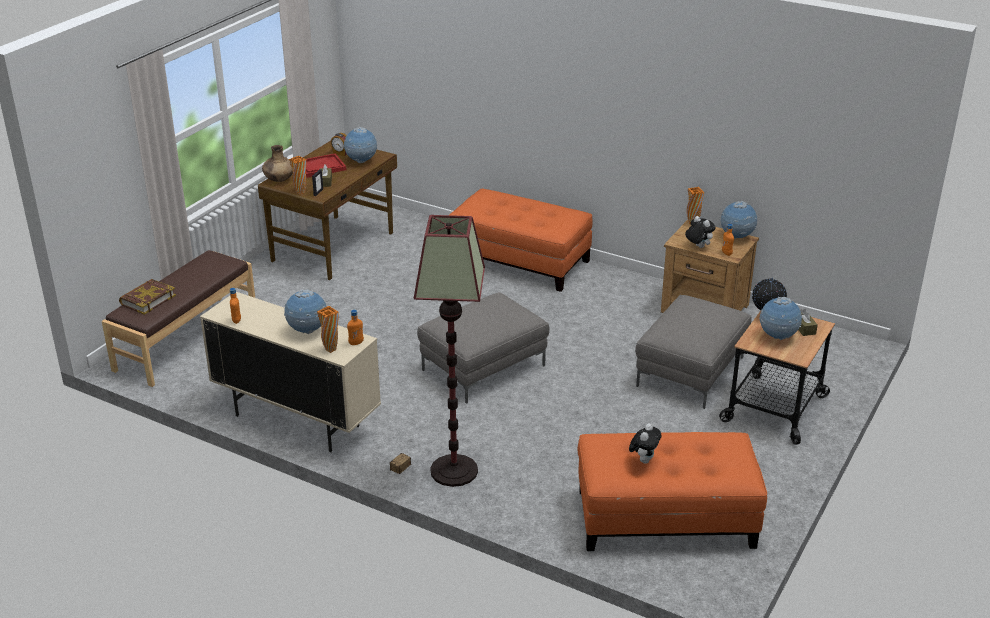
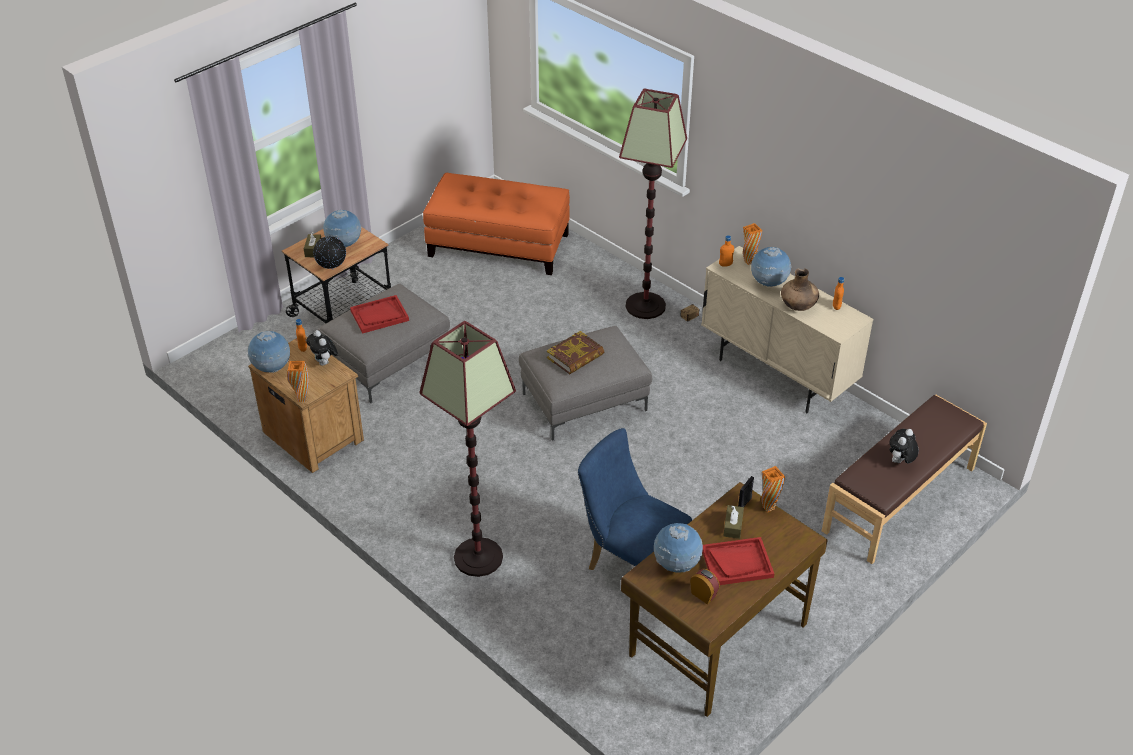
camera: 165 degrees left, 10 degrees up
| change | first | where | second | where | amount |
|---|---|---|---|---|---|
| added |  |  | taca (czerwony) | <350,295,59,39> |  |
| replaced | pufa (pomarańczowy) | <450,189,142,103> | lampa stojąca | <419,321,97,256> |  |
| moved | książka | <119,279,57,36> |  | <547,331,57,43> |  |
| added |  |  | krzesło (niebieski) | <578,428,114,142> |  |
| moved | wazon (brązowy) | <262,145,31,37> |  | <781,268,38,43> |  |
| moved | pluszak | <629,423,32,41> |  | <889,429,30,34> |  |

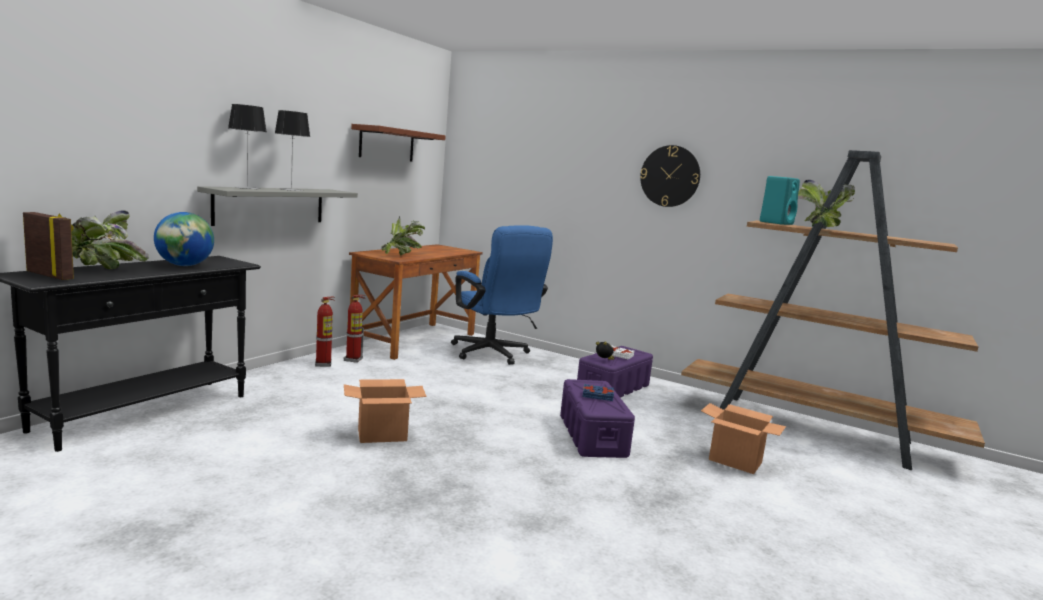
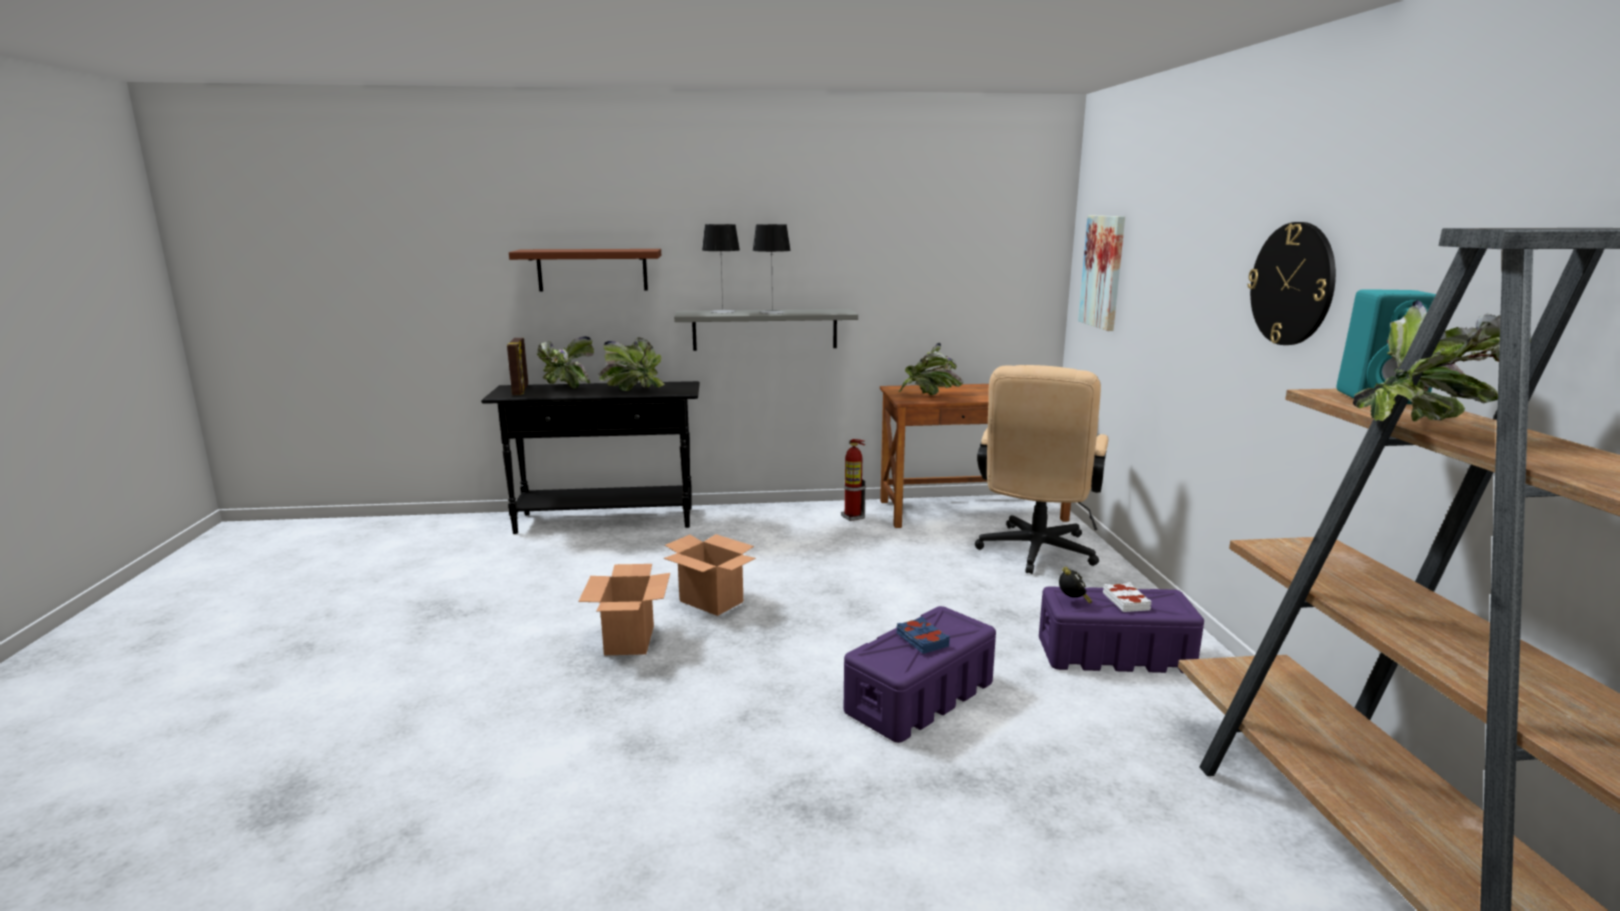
camera: 55 degrees right, 5 degrees up
| change | first | where | second | where | amount |
|---|---|---|---|---|---|
| moved | półka (brązowy) | <351,124,94,38> |  | <509,249,152,43> |  |
| moved | karton | <701,403,85,71> |  | <578,564,92,91> |  |
| replaced | globus | <154,212,60,54> | roślina doniczkowa | <598,337,66,54> |  |
| recoloured | krzesło biurowe (niebieski) | <451,225,102,140> | krzesło biurowe (beżowy) | <975,365,133,209> |  |
| added |  |  | obraz | <1078,215,47,116> |  |
| removed | gaśnica | <315,297,20,70> |  |  |  |

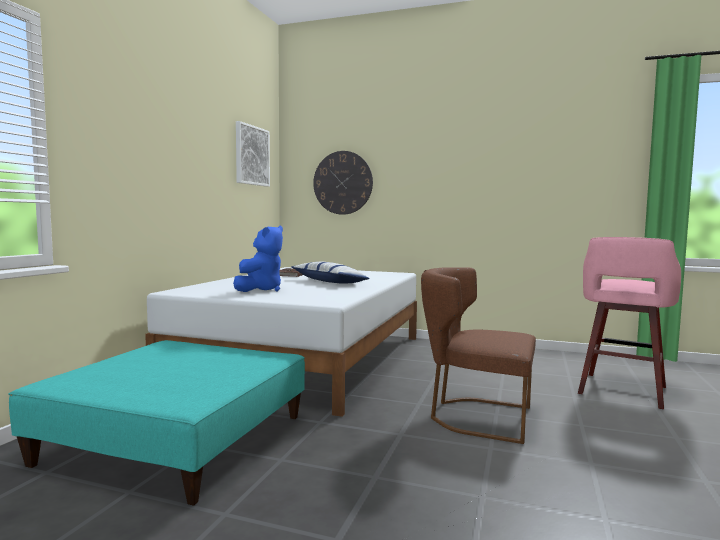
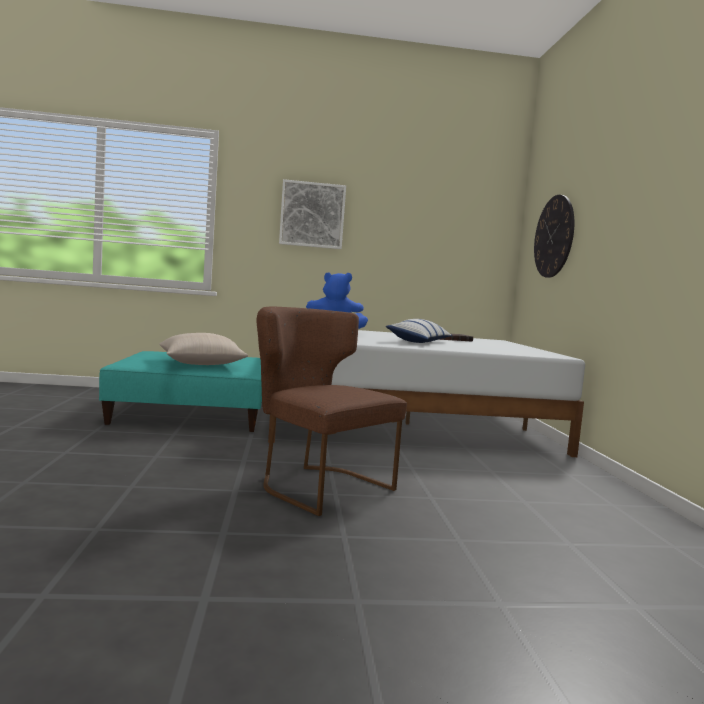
camera: 65 degrees right, 0 degrees up
| change | first | where | second | where | amount |
|---|---|---|---|---|---|
| added |  |  | poduszka (beżowy) | <159,333,89,32> |  |
| turned | krzesło (brązowy) | <421,267,115,177> |  | <257,307,150,209> | 45 degrees counterclockwise |
| moved | obraz | <236,121,34,66> |  | <279,179,67,70> |  |
| removed | stołek (różowy) | <578,237,103,172> |  |  |  |

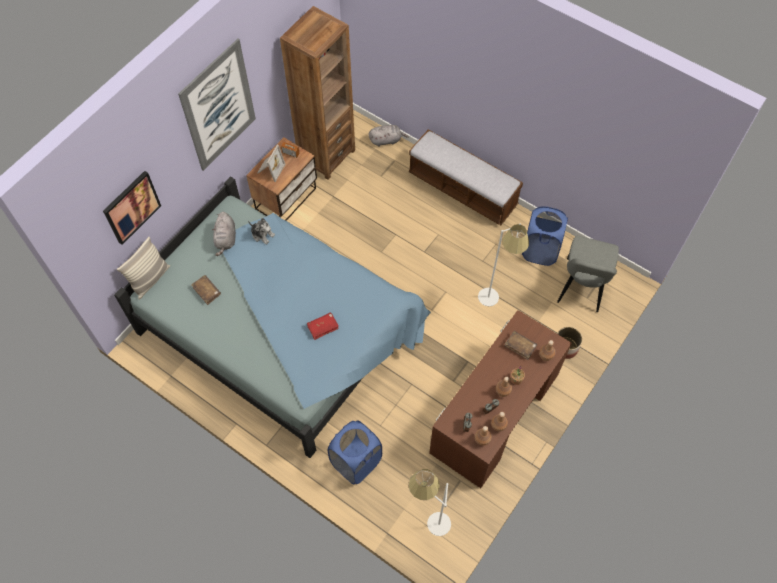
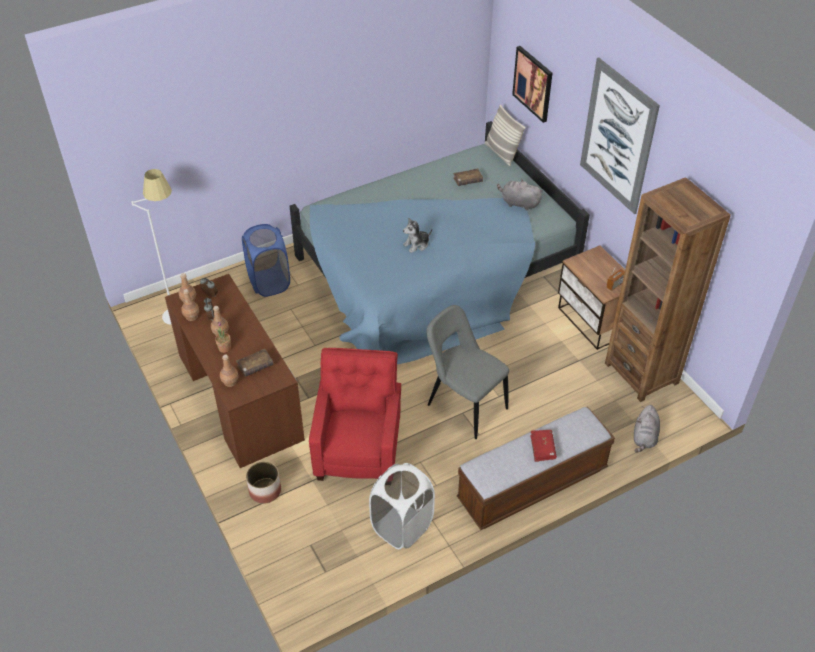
camera: 115 degrees right, 15 degrees down
| change | first | where | second | where | amount |
|---|---|---|---|---|---|
| replaced | lampa stojąca (biały) | <478,223,51,83> | fotel (czerwony) | <309,348,92,133> |  |
| recoloured | kosz na pranie (niebieski) | <522,206,46,60> | kosz na pranie (biały) | <369,463,66,86> |  |
| moved | pluszak | <248,218,27,26> |  | <403,217,29,36> |  |
| moved | krzesło (szary) | <557,236,62,76> |  | <426,305,83,134> |  |
| moved | książka (czerwony) | <307,312,32,28> |  | <530,430,27,32> |  |
| removed | ramka na zdjęcie | <257,145,28,37> |  |  |  |

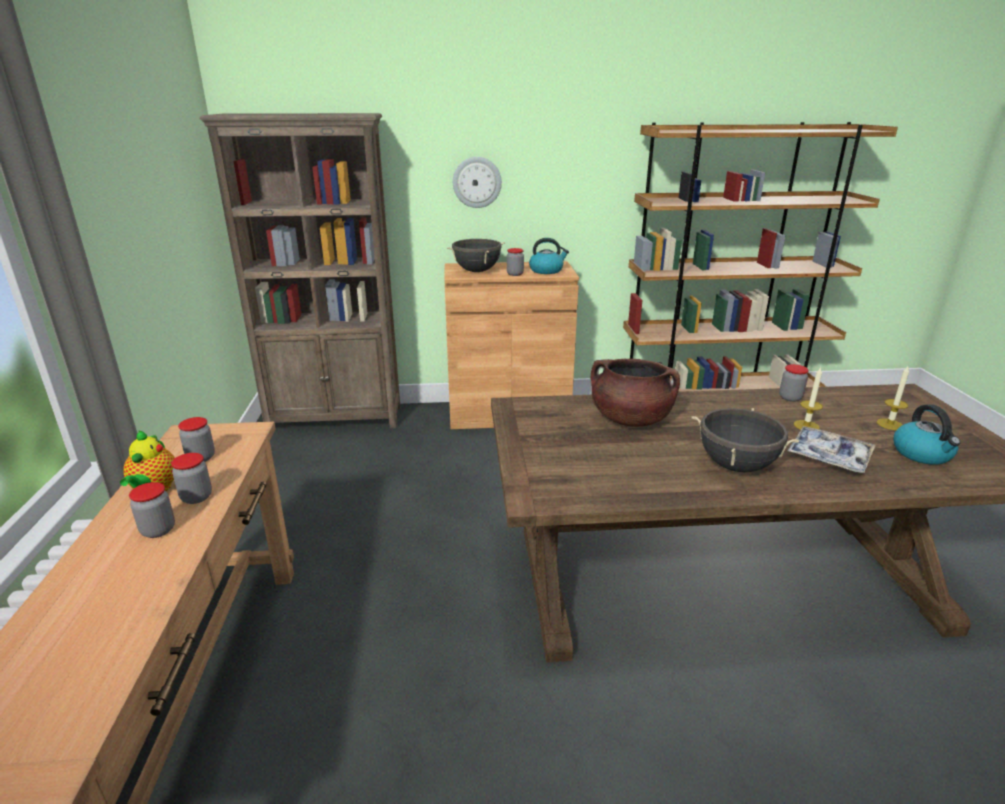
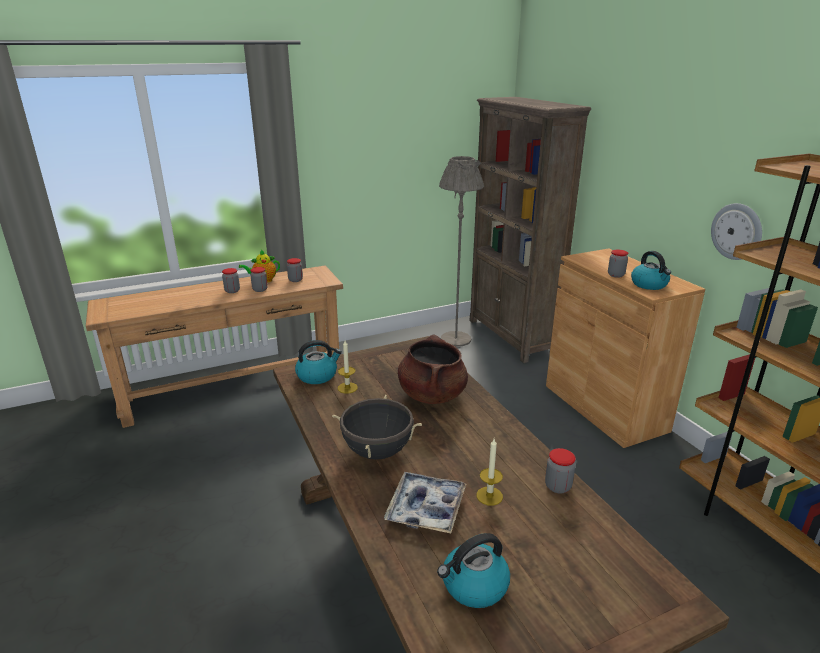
camera: 70 degrees right, 0 degrees up
| change | first | where | second | where | amount |
|---|---|---|---|---|---|
| added |  |  | czajnik | <295,340,47,44> |  |
| moved | świeca | <877,366,32,64> |  | <337,341,21,53> |  |
| added |  |  | lampa stojąca (szary) | <439,156,45,191> |  |
| moved | zegar ścienny | <453,157,49,51> |  | <711,203,51,57> |  |
| removed | garnek (czarny) | <447,239,58,33> |  |  |  |

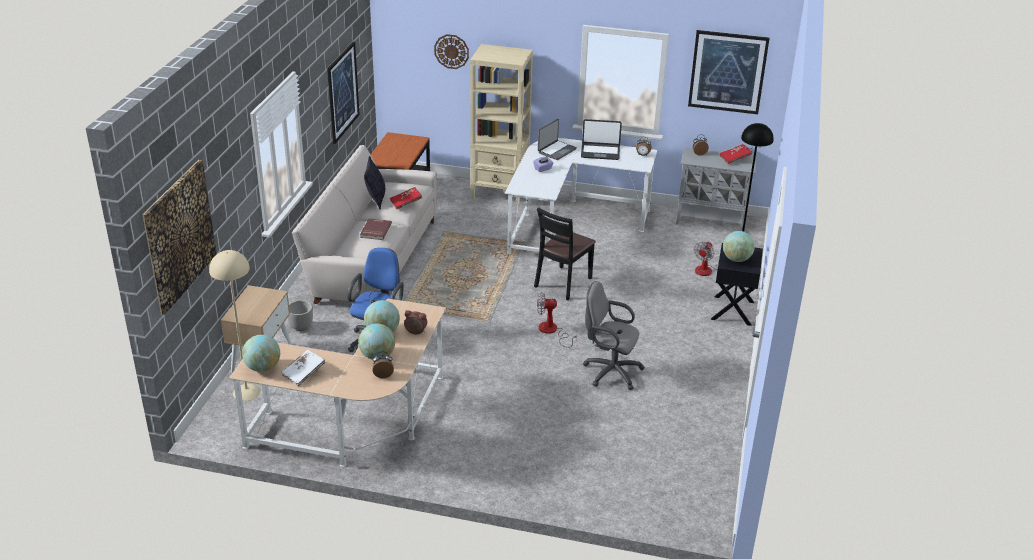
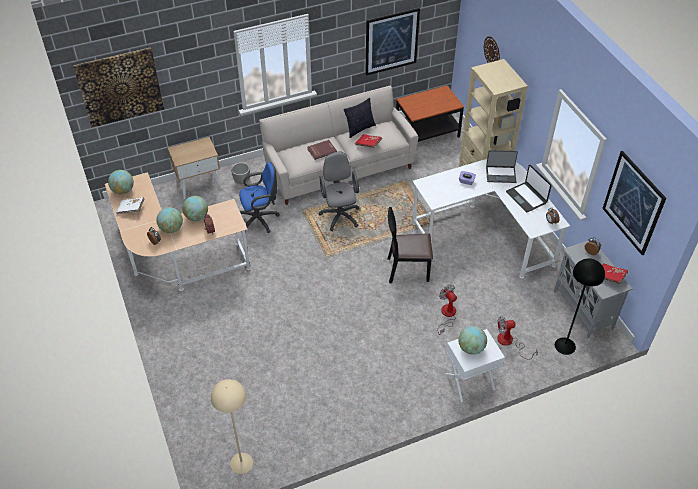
camera: 55 degrees right, 15 degrees up
| change | first | where | second | where | amount |
|---|---|---|---|---|---|
| moved | lampa stojąca (beżowy) | <209,250,52,151> |  | <211,379,42,95> |  |
| moved | krzesło biurowe (szary) | <583,281,62,109> |  | <319,152,40,79> |  |
| moved | wentylator | <537,292,40,56> |  | <437,284,20,51> |  |
| recoloured | szafka nocna (czarny) | <711,243,52,83> | szafka nocna (biały) | <445,329,60,73> |  |

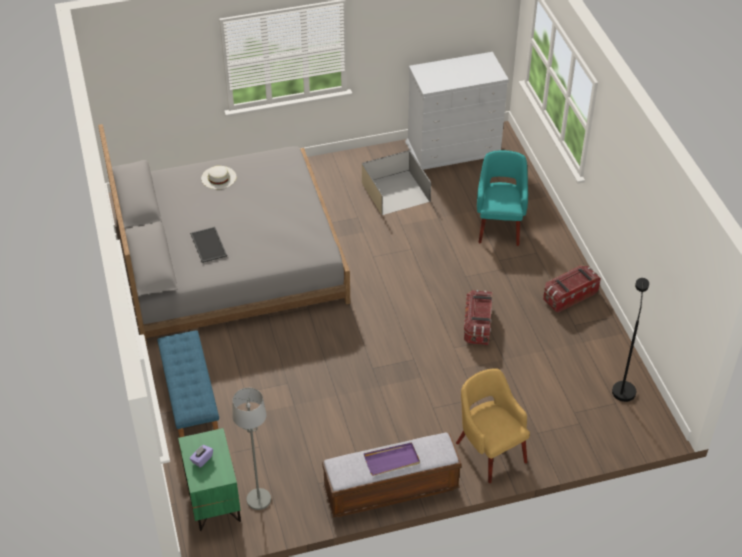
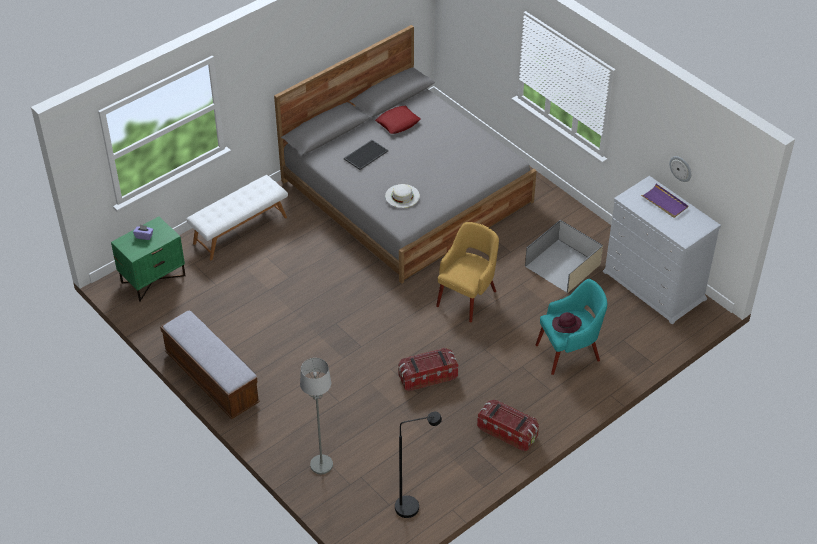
camera: 65 degrees right, 0 degrees up
| change | first | where | second | where | amount |
|---|---|---|---|---|---|
| recoloured | ławka (niebieski) | <157,330,62,107> | ławka (biały) | <186,175,102,85> |  |
| moved | lampa stojąca (szary) | <232,388,39,122> |  | <300,358,33,116> |  |
| added |  |  | poduszka (czerwony) | <375,106,46,28> |  |
| moved | kapelusz (biały) | <201,166,35,23> |  | <385,184,35,24> |  |
| moved | fotel (żółty) | <456,368,74,115> |  | <436,222,63,101> |  |
| added |  |  | kapelusz (fioletowy) | <552,312,30,21> |  |
| moved | taca (fioletowy) | <364,442,56,34> |  | <641,184,47,34> |  |
| added |  |  | zegar ścienny | <669,156,22,26> |  |

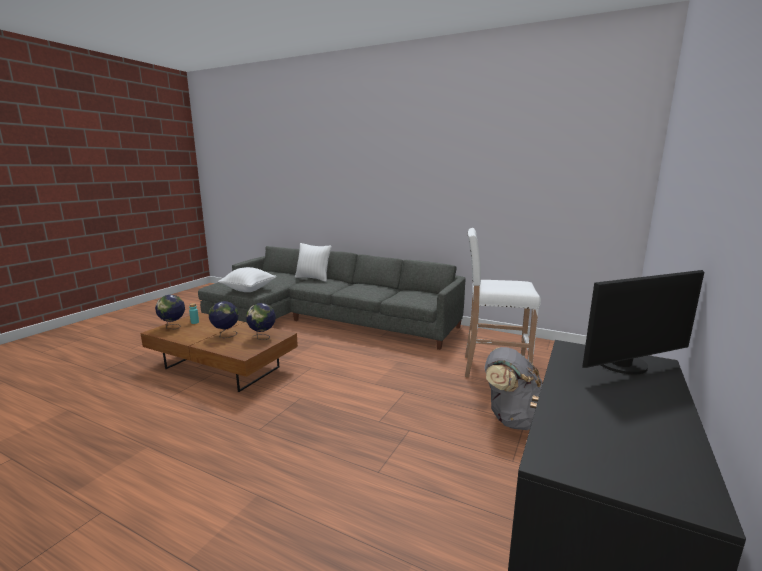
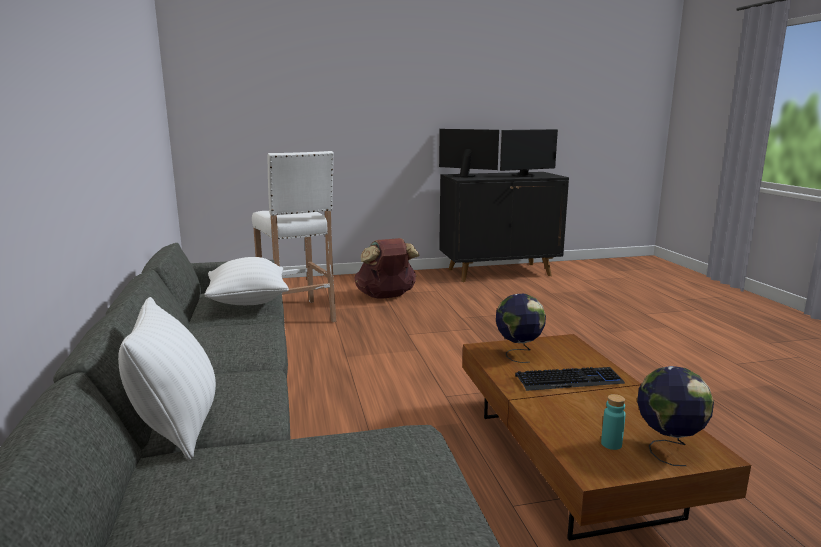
camera: 130 degrees left, 0 degrees up
| change | first | where | second | where | amount |
|---|---|---|---|---|---|
| moved | poduszka (biały) | <218,267,58,25> |  | <204,257,85,48> |  |
| recoloured | plecak (szary) | <484,347,59,83> | plecak (brązowy) | <354,238,66,61> |  |
| added |  |  | monitor | <500,129,58,48> |  |
| replaced | globus | <209,301,30,37> | klawiatura | <515,367,110,24> |  |

